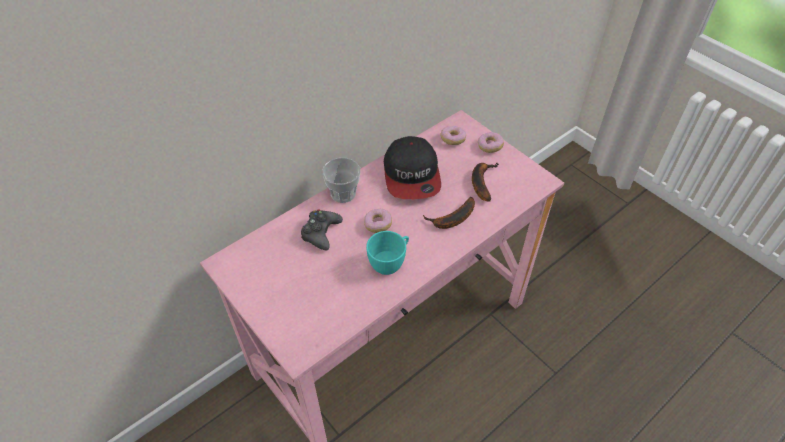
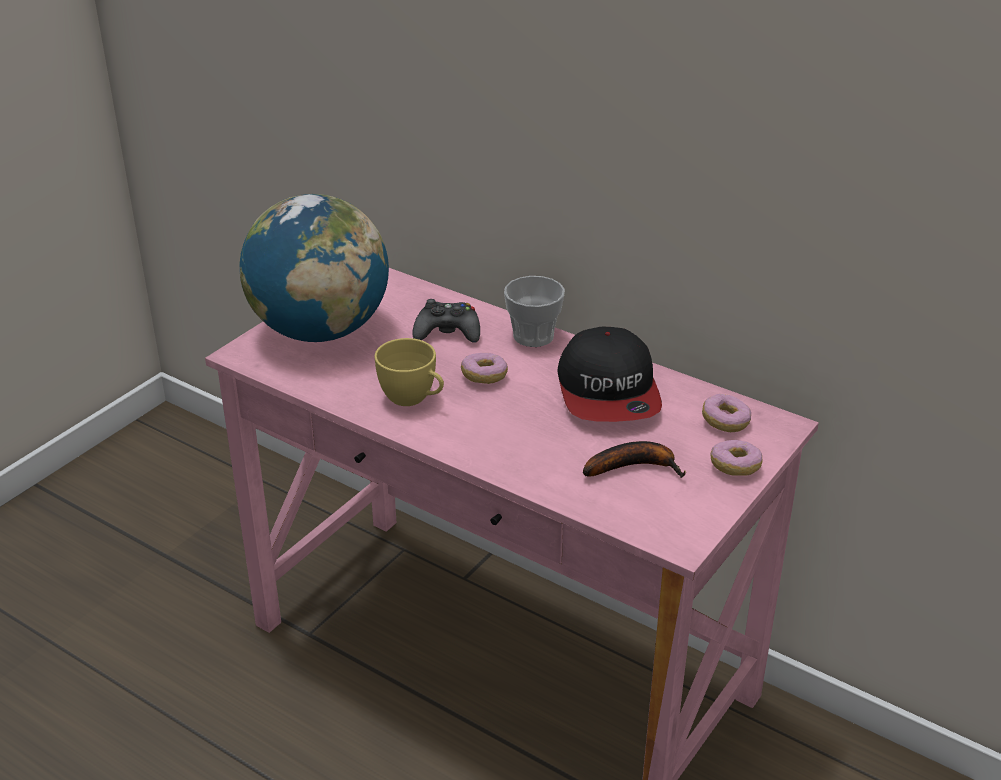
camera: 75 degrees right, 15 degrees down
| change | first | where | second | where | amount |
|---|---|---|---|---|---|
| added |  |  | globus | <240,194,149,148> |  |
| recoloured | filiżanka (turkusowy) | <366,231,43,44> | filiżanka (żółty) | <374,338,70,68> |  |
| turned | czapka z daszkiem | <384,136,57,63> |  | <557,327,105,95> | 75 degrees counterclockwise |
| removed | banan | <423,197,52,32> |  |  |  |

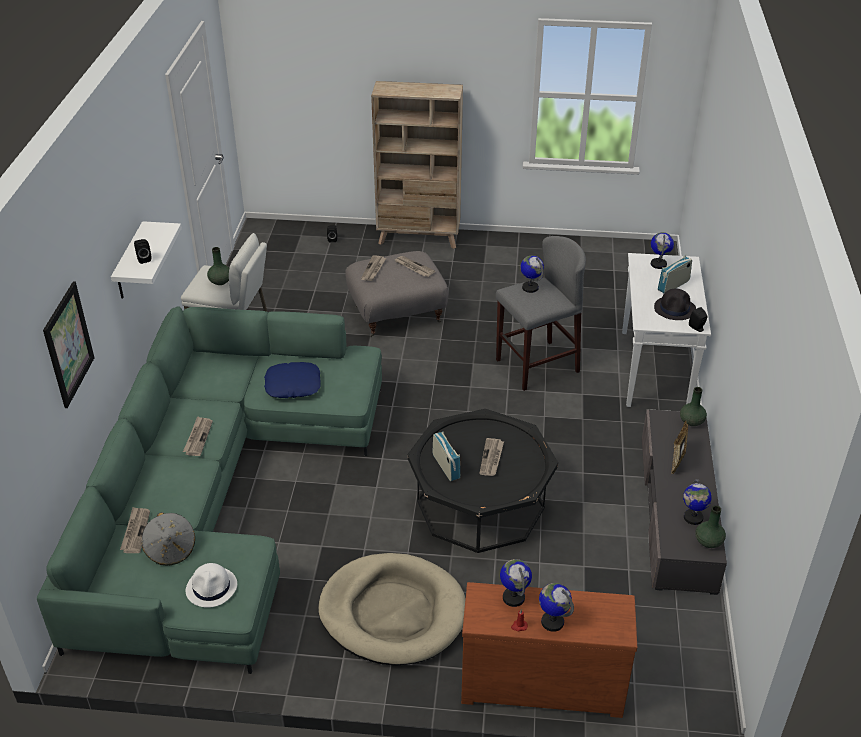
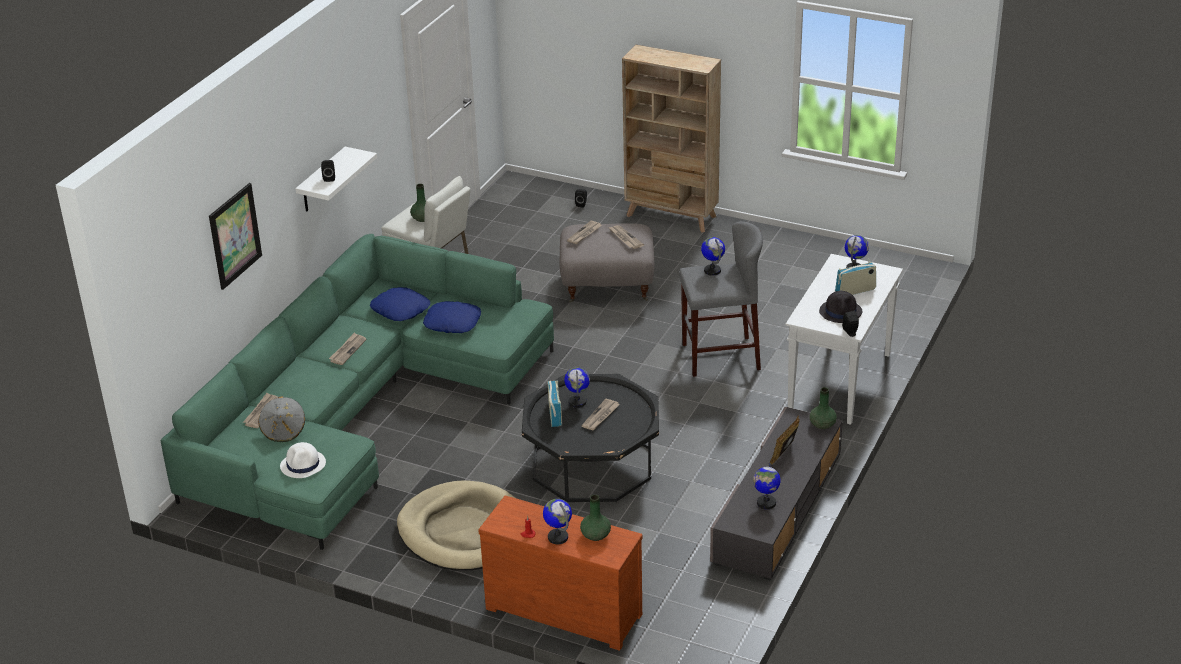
camera: 20 degrees right, 5 degrees down
| change | first | where | second | where | amount |
|---|---|---|---|---|---|
| added |  |  | poduszka (niebieski) | <370,287,60,34> |  |
| moved | globus | <500,559,32,48> |  | <564,367,26,41> |  |
| moved | wazon (zielony) | <695,506,31,42> |  | <580,494,31,47> |  |

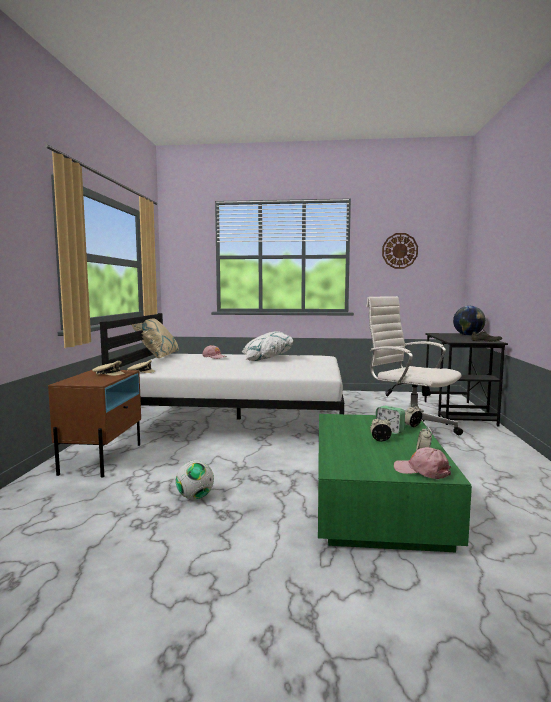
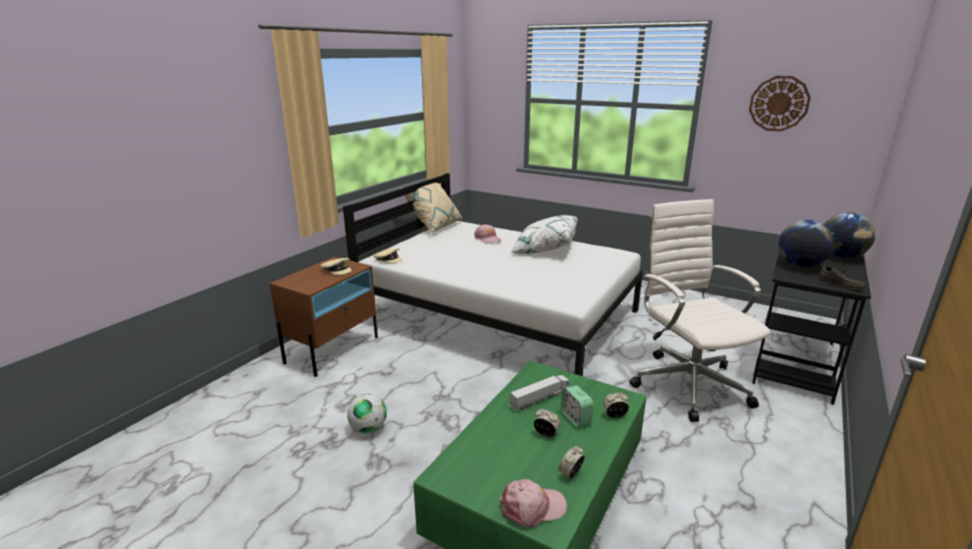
camera: 25 degrees right, 15 degrees up
| change | first | where | second | where | amount |
|---|---|---|---|---|---|
| turned | czapka z daszkiem (różowy) | <394,447,57,32> |  | <499,479,68,49> | 105 degrees clockwise |
| added |  |  | ciężarówka zabawkowa | <510,375,60,36> |  |
| added |  |  | globus | <779,220,55,48> |  |

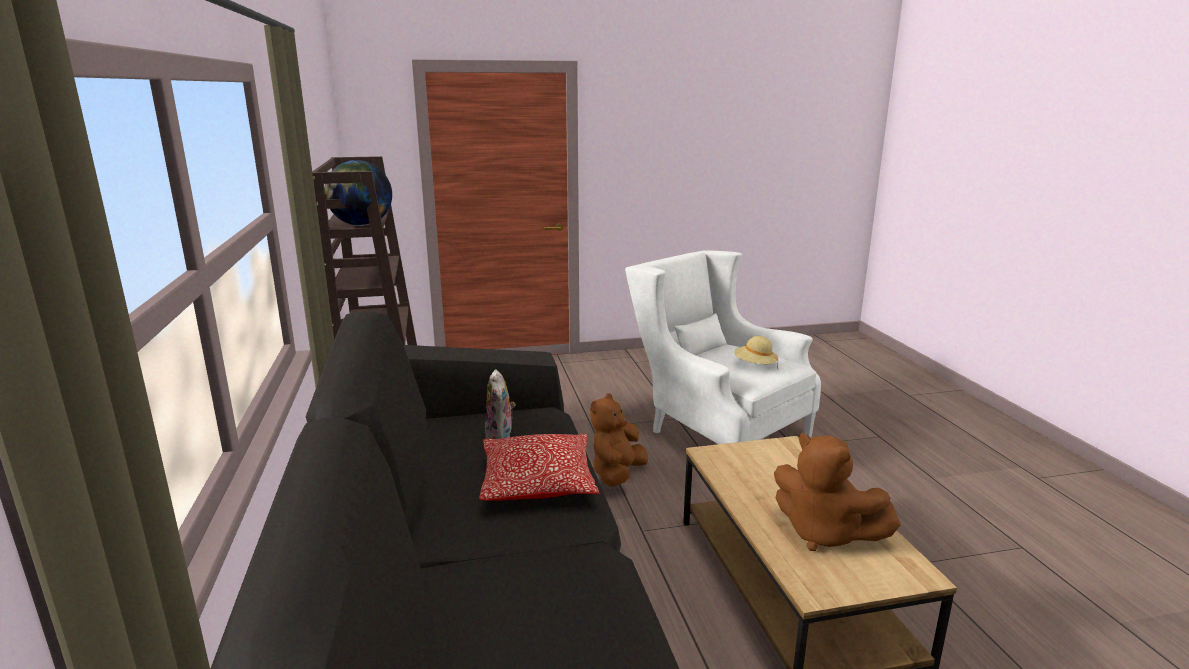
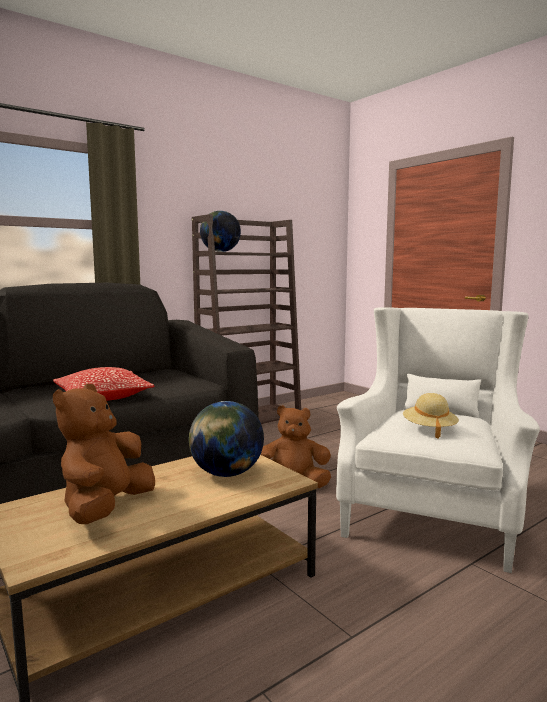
camera: 65 degrees right, 10 degrees down
| change | first | where | second | where | amount |
|---|---|---|---|---|---|
| added |  |  | globus | <189,401,75,76> |  |
| removed | pluszak | <485,369,31,70> |  |  |  |

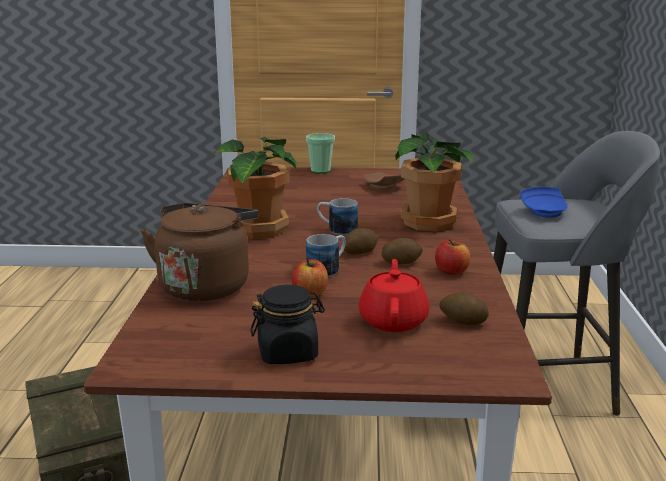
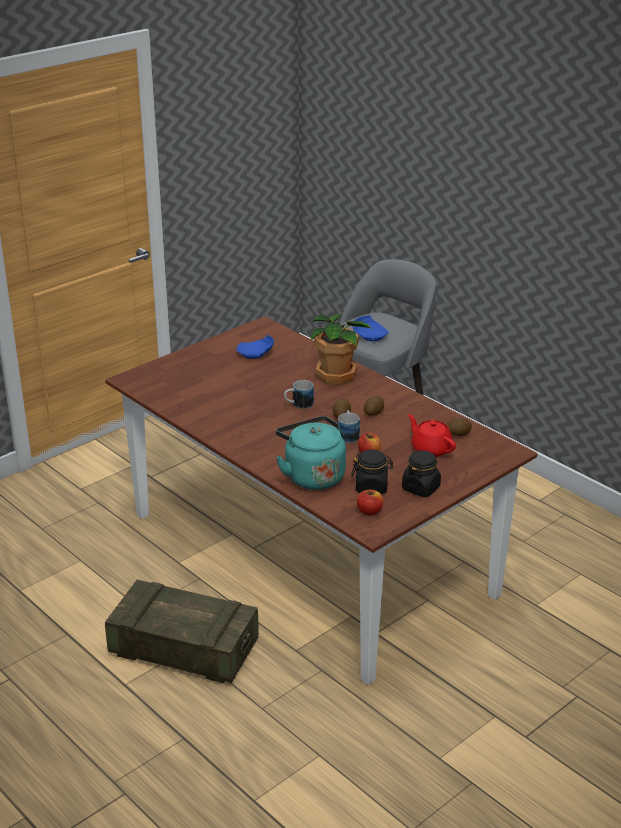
camera: 45 degrees left, 10 degrees up
| change | first | where | second | where | amount |
|---|---|---|---|---|---|
| recoloured | talerz (brązowy) | <363,172,41,18> | talerz (niebieski) | <236,335,38,24> |  |
| recoloured | czajnik (brązowy) | <140,203,119,98> | czajnik (turkusowy) | <276,416,70,74> |  |
| added |  |  | słoik (czarny) | <351,449,42,45> |  |
| moved | jabłko | <435,239,35,36> |  | <357,490,26,25> |  |
| removed | roślina doniczkowa | <214,137,83,101> |  |  |  |
| removed | filiżanka | <306,133,29,40> |  |  |  |

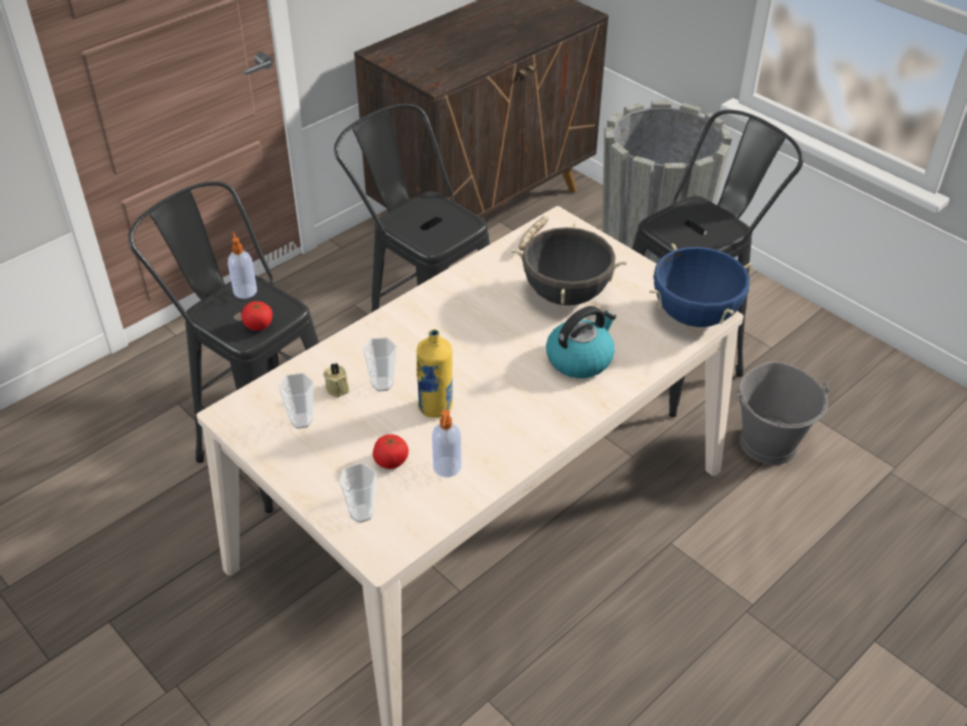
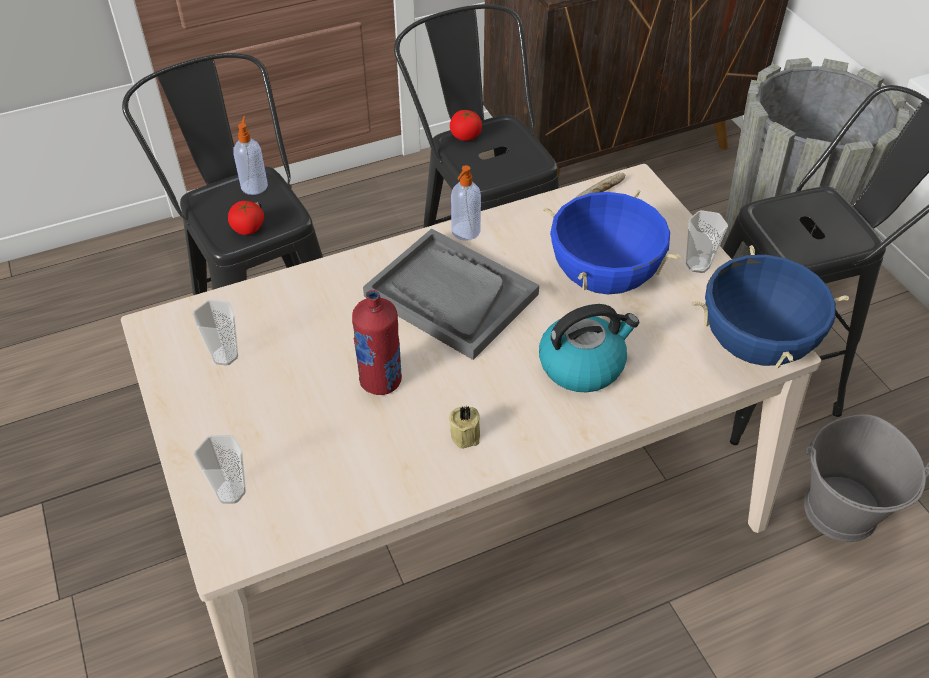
camera: 20 degrees right, 5 degrees up
| change | first | where | second | where | amount |
|---|---|---|---|---|---|
| recoloured | butelka (żółty) | <416,329,37,89> | butelka (czerwony) | <352,290,50,105> |  |
| added |  |  | taca (szary) | <363,228,176,132> |  |
| moved | świeca (beżowy) | <323,363,27,35> |  | <449,406,31,43> |  |
| moved | pomidor | <373,434,36,35> |  | <450,110,32,31> |  |
| moved | dozownik mydła | <432,410,29,67> |  | <451,165,30,76> |  |
| recoloured | garnek (czarny) | <511,222,116,84> | garnek (niebieski) | <543,189,138,105> |  |
| moved | filiżanka | <363,337,34,54> |  | <686,210,42,63> |  |

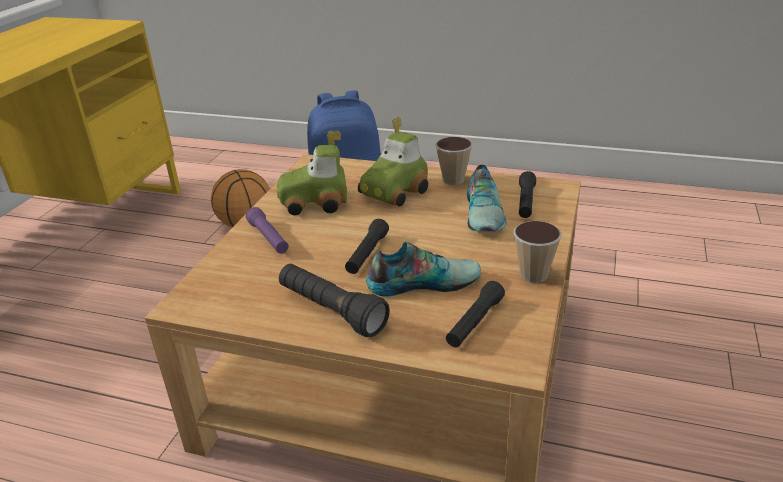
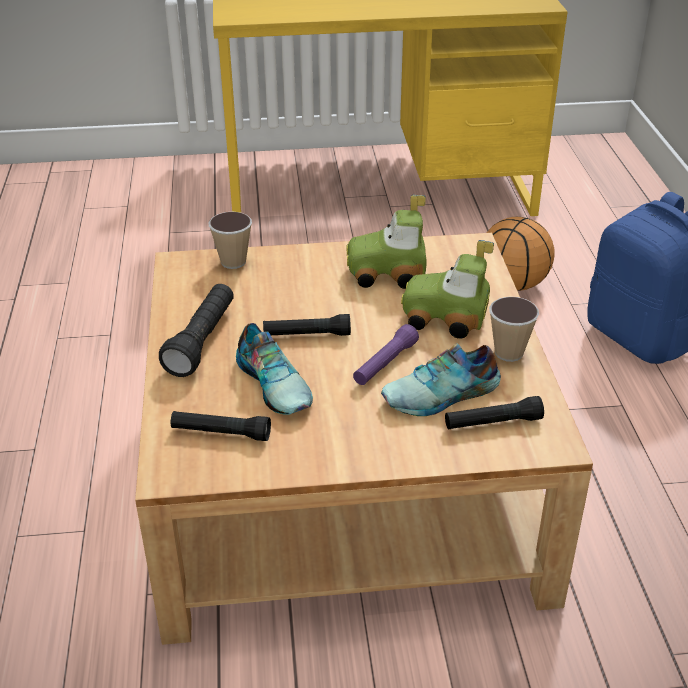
camera: 65 degrees right, 5 degrees up
| change | first | where | second | where | amount |
|---|---|---|---|---|---|
| moved | filiżanka | <513,221,49,62> |  | <209,212,43,57> |  |
| turned | samochodzik | <277,131,70,84> |  | <347,195,80,94> | 60 degrees counterclockwise |
| moved | latarka (fioletowy) | <246,207,43,47> |  | <353,324,66,61> |  |

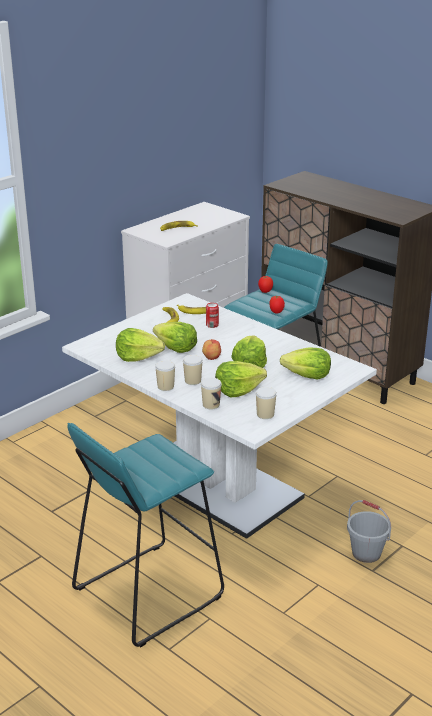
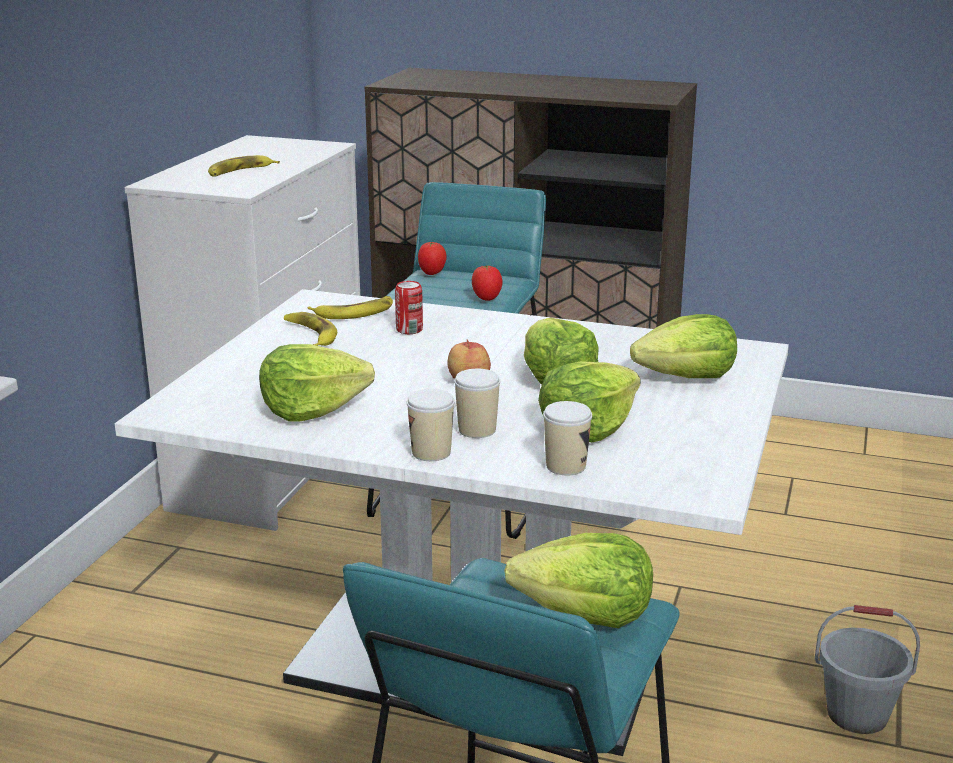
camera: 25 degrees left, 5 degrees down
| change | first | where | second | where | amount |
|---|---|---|---|---|---|
| moved | sałata | <153,322,44,31> |  | <504,533,149,95> |  |
| removed | filiżanka | <256,387,21,32> |  |  |  |

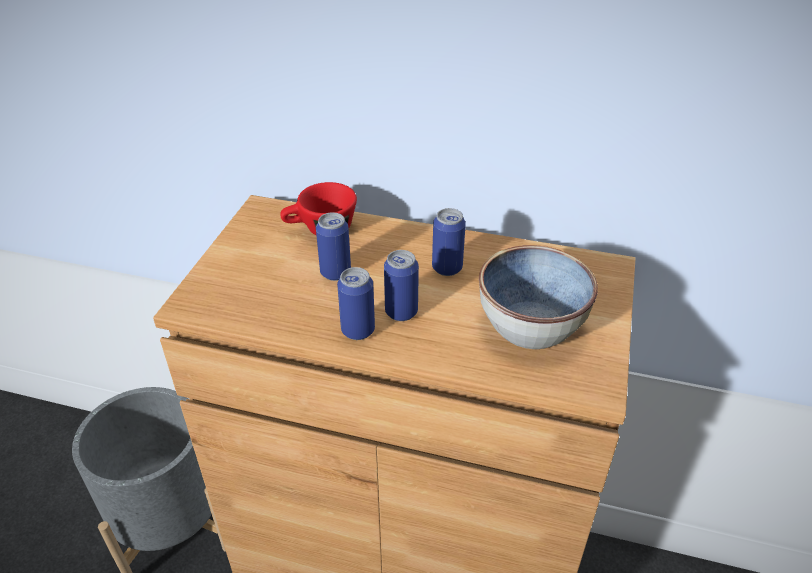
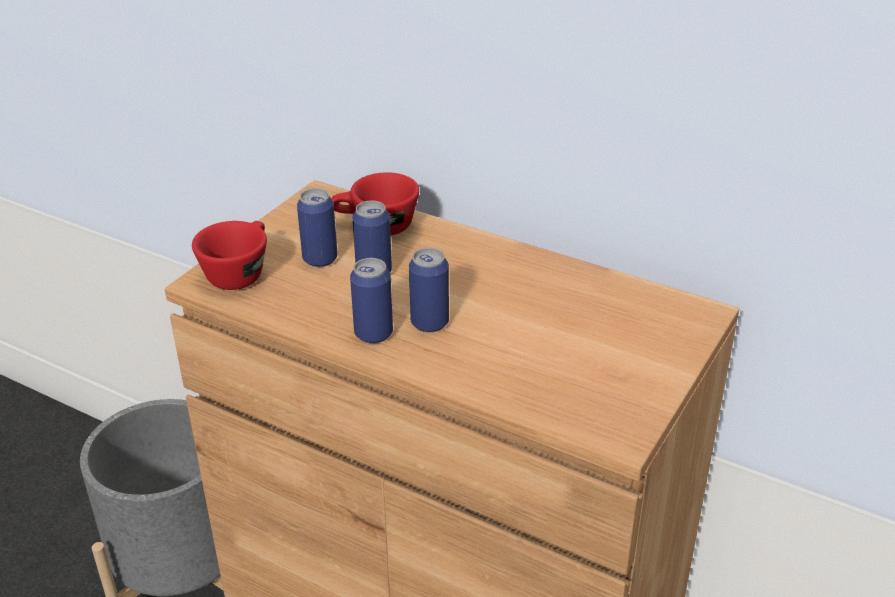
camera: 15 degrees right, 5 degrees down
| change | first | where | second | where | amount |
|---|---|---|---|---|---|
| added |  |  | filiżanka (czerwony) | <192,221,75,69> |  |
| moved | puszka | <432,208,34,68> |  | <297,188,40,79> |  |
| removed | miska | <479,245,119,104> |  |  |  |

